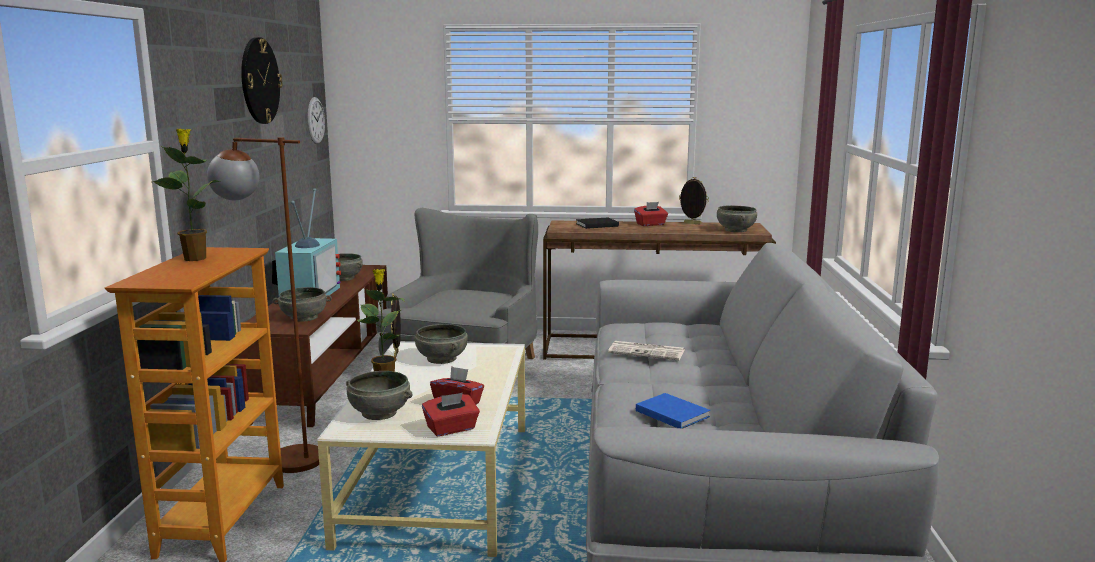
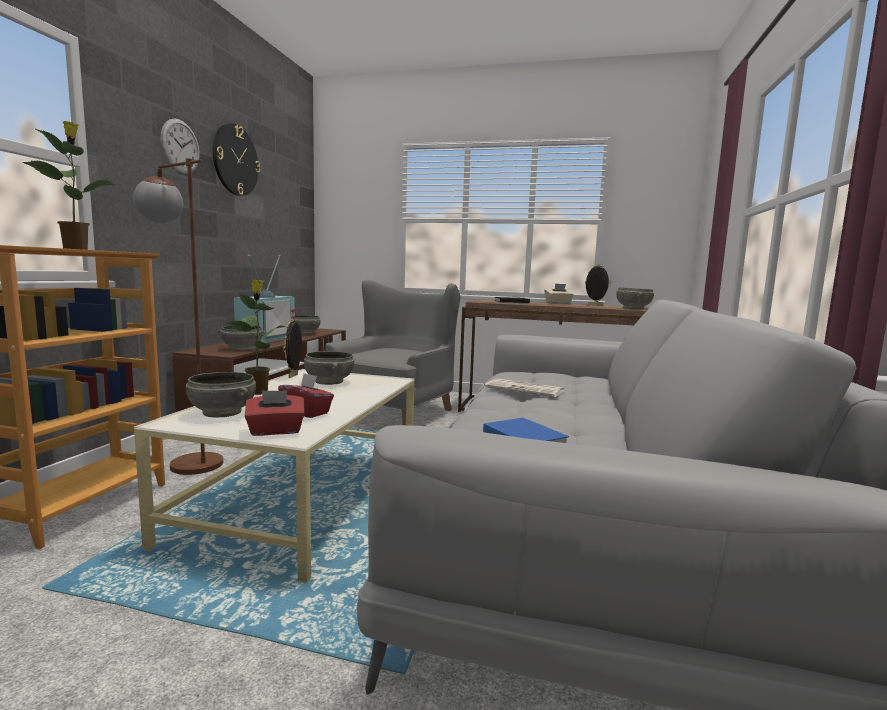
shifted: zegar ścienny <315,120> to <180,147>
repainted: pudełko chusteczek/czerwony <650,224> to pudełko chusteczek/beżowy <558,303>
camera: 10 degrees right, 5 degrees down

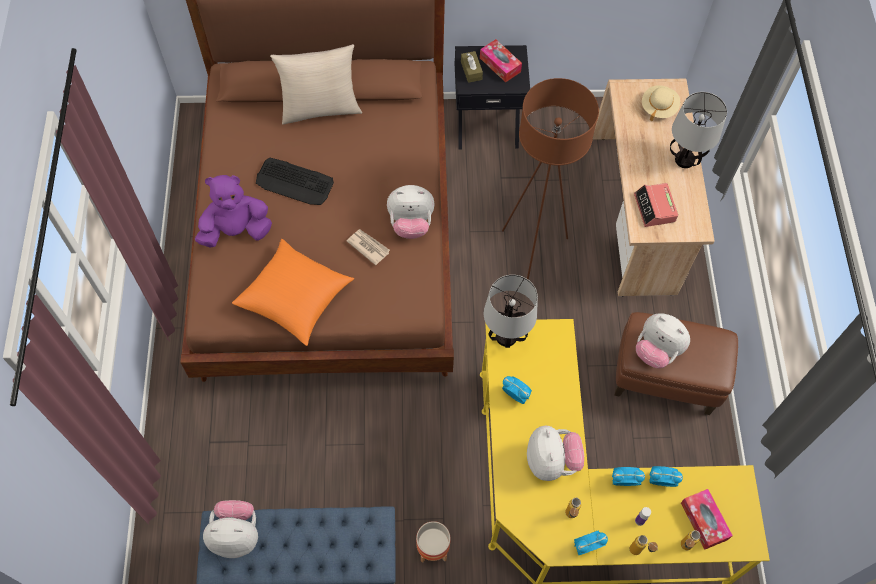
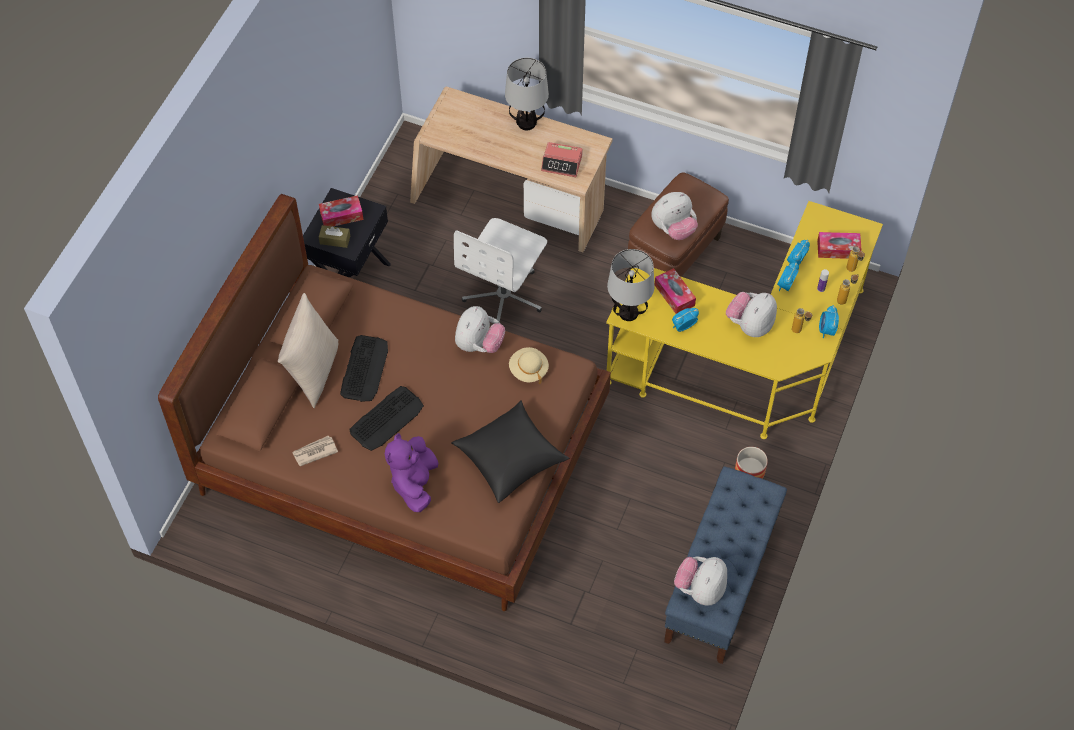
new: klawiatura <364,369>; pudełko chusteczek <674,295>
shifted: gazeta <368,247> to <314,452>; kapelusz/beżowy <658,107> to <528,370>
swapped: lampa stojąca/brązowy <533,250> to krzesło biurowe/biały <504,296>
repainted: poduszka/pomarańczowy <295,298> to poduszka/czarny <510,458>
rotated: pluszak <551,461> = <750,325> 75 degrees counterclockwise
camera: 65 degrees left, 5 degrees down

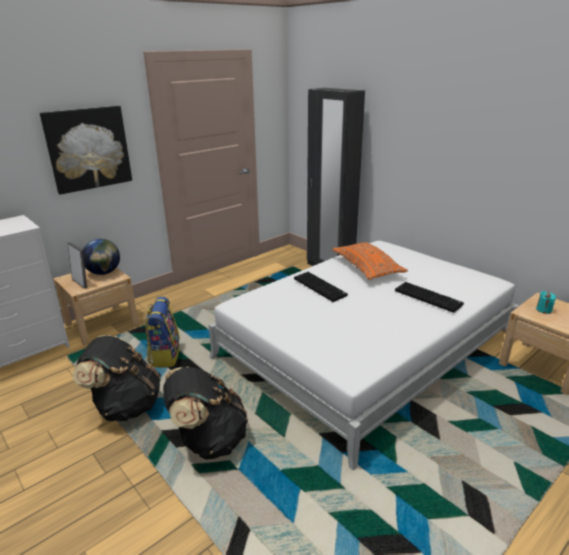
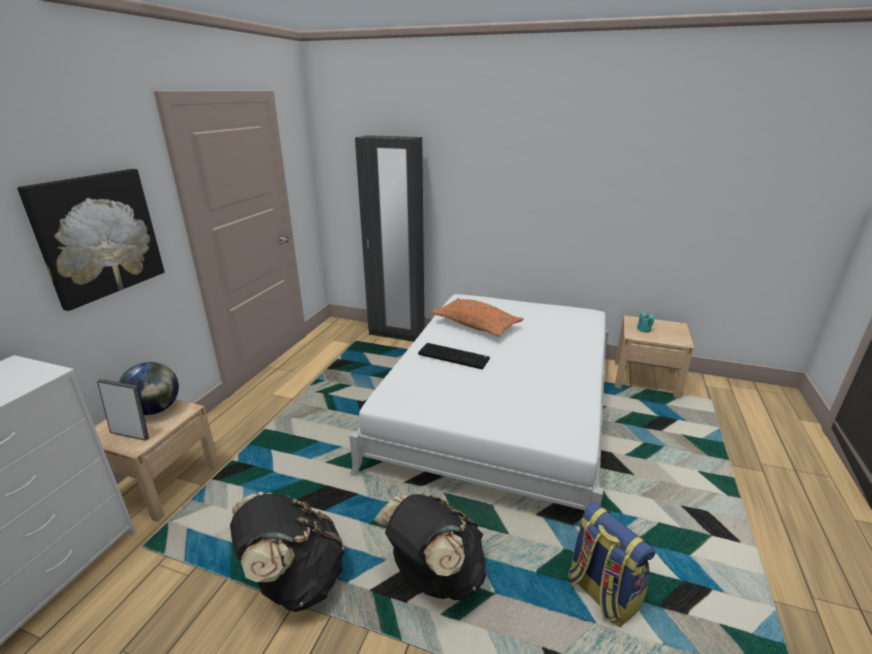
gone: klawiatura <429,297>
shifted: plecak <164,356> to <601,593>
camera: 30 degrees left, 0 degrees up

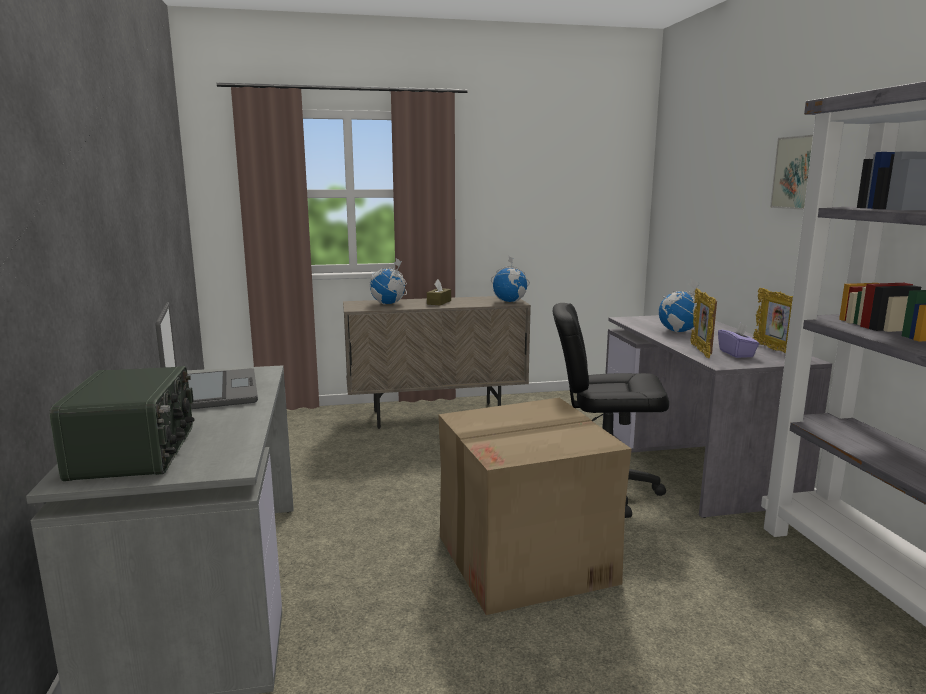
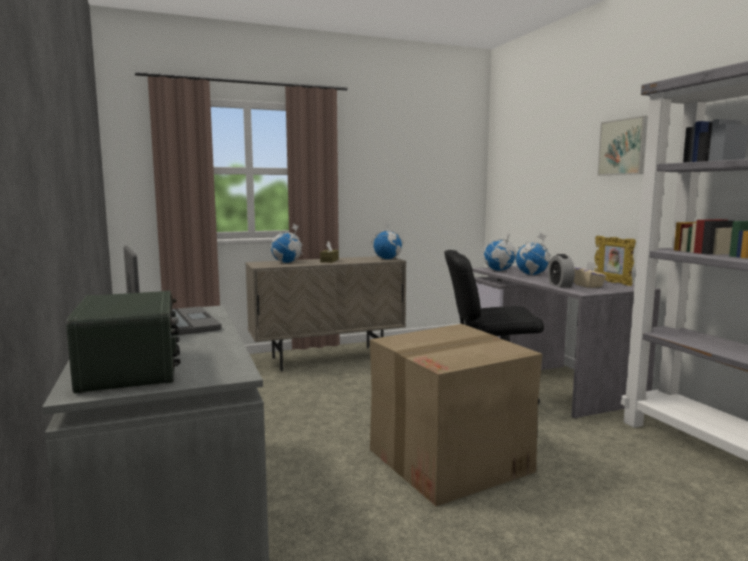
new: globus <499,270>
swapped: ramka na zdjęcie <701,351> to budzik <560,285>
repainted: pudełko chusteczek/fioletowy <736,354> to pudełko chusteczek/beżowy <587,286>
camera: 10 degrees left, 5 degrees down

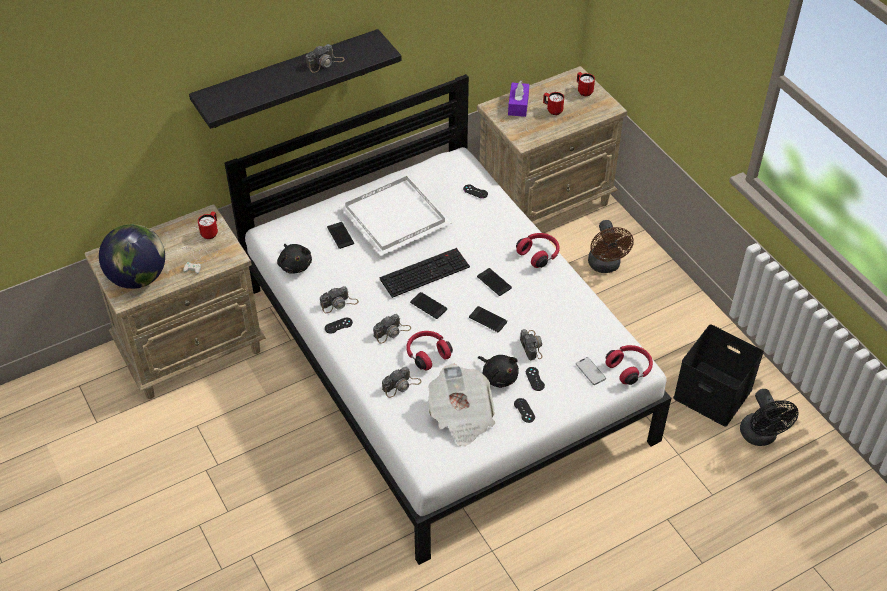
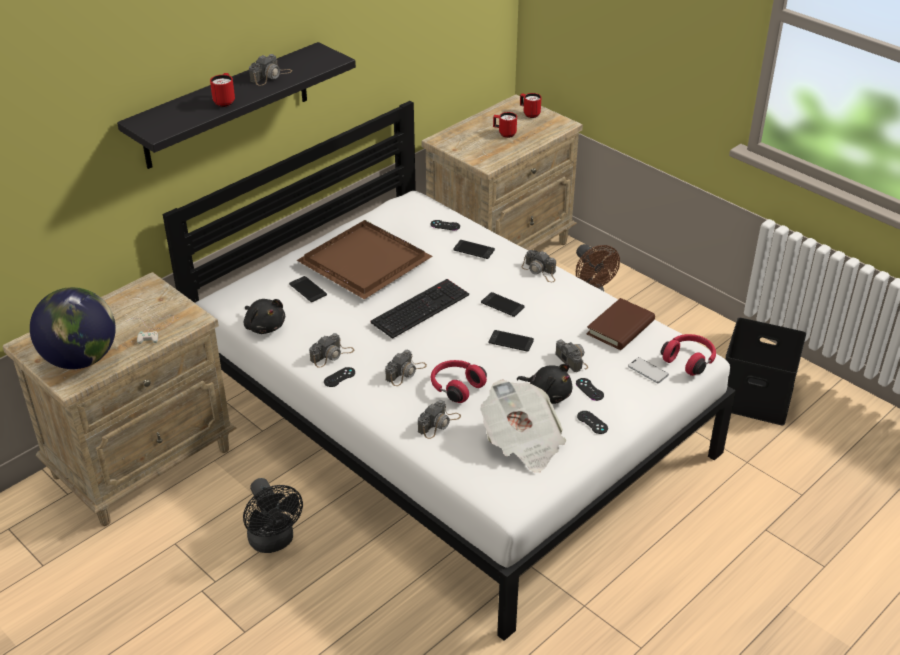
gone: pudełko chusteczek/fioletowy <518,105>
new: książka/brązowy <620,327>
shifted: kubek/czerwony <210,232> to <225,101>; telefon <428,306> to <474,250>; wentylator/czarny <760,437> to <274,542>
swapped: słuchawki/czerwony <539,254> to aparat fotograficzny <540,271>
repainted: taca/biały <392,217> to taca/brązowy <362,262>
camera: 15 degrees left, 10 degrees down

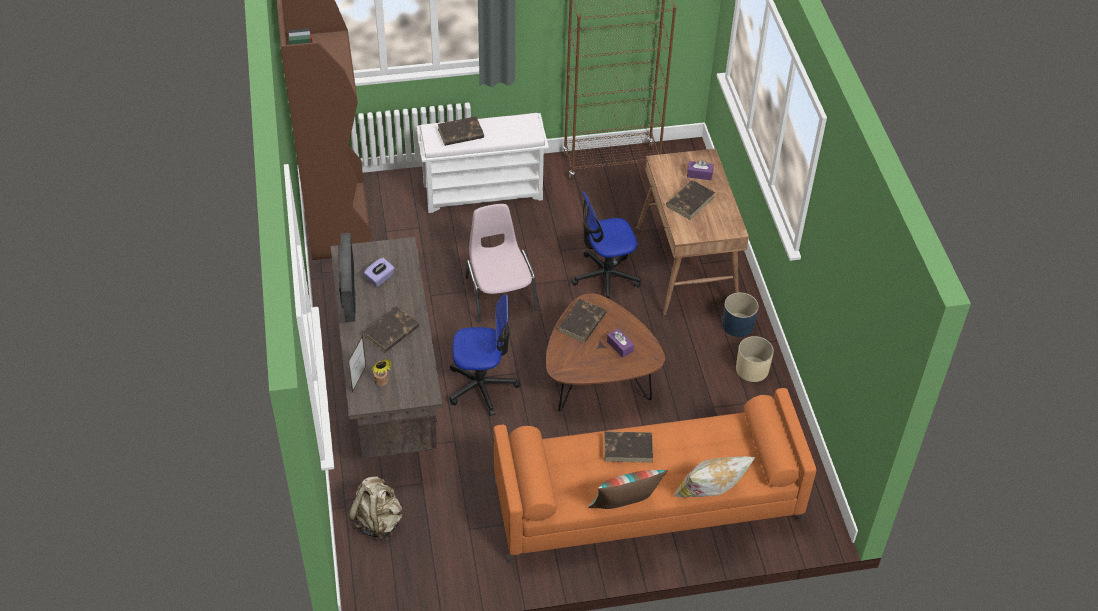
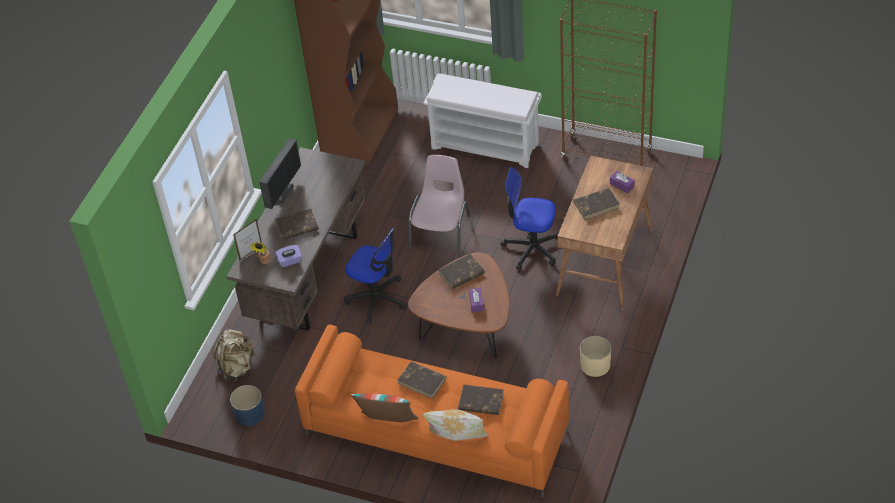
shifted: pudełko chusteczek/fioletowy <380,278> to <290,261>; książka/brązowy <460,134> to <480,402>; donica/niebieski <738,324> to <250,414>
camera: 35 degrees right, 0 degrees up

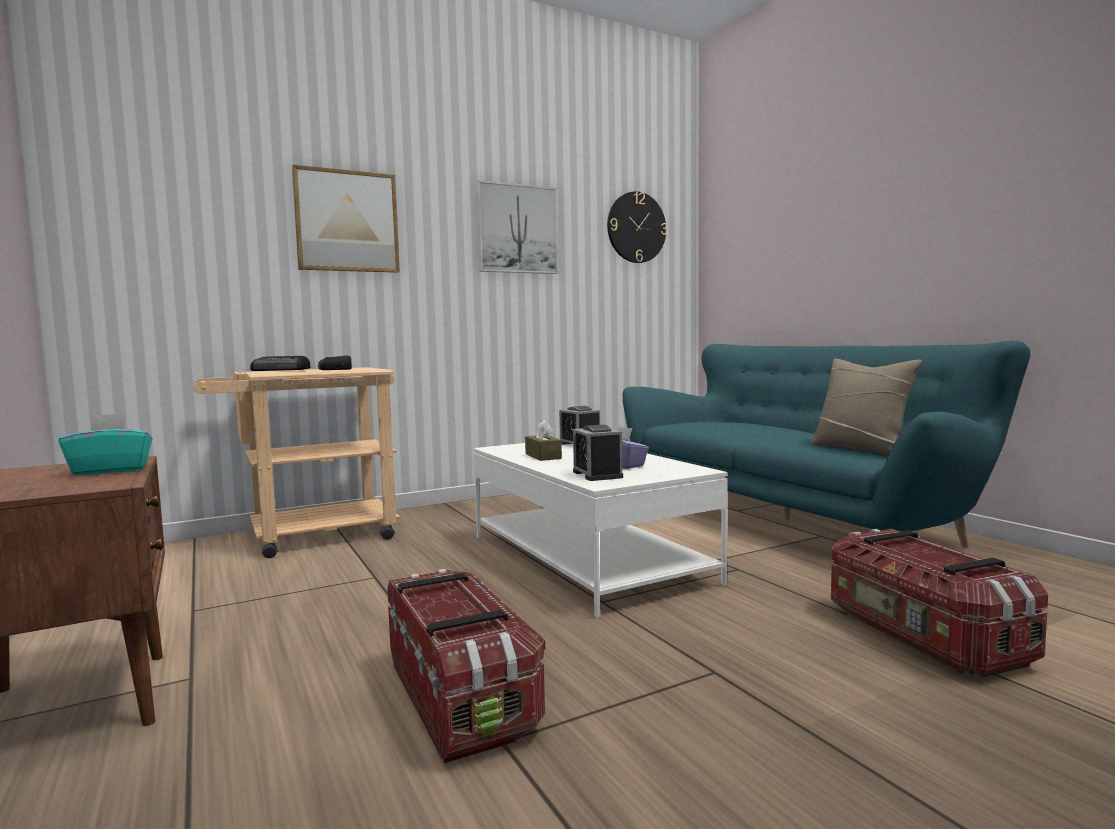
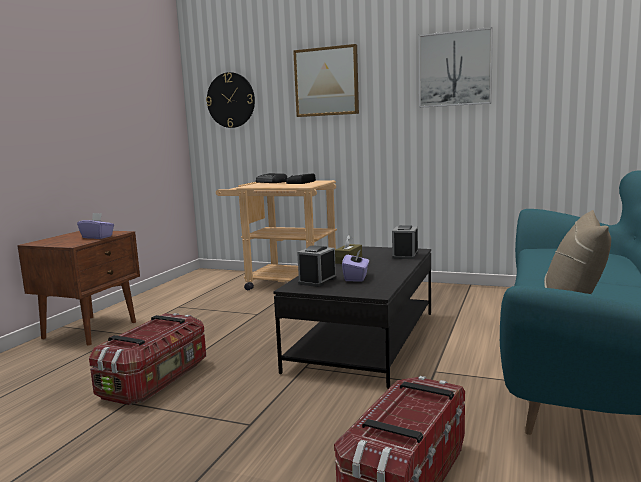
shifted: zegar ścienny <636,227> to <231,100>
repainted: pudełko chusteczek/turkusowy <111,470> to pudełko chusteczek/fioletowy <97,237>; ława/biały <587,559> to ława/czarny <364,340>
camera: 50 degrees right, 5 degrees up

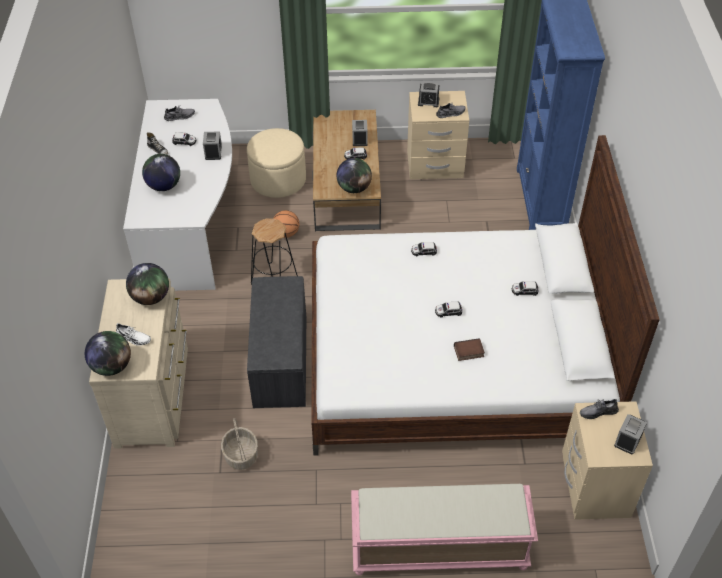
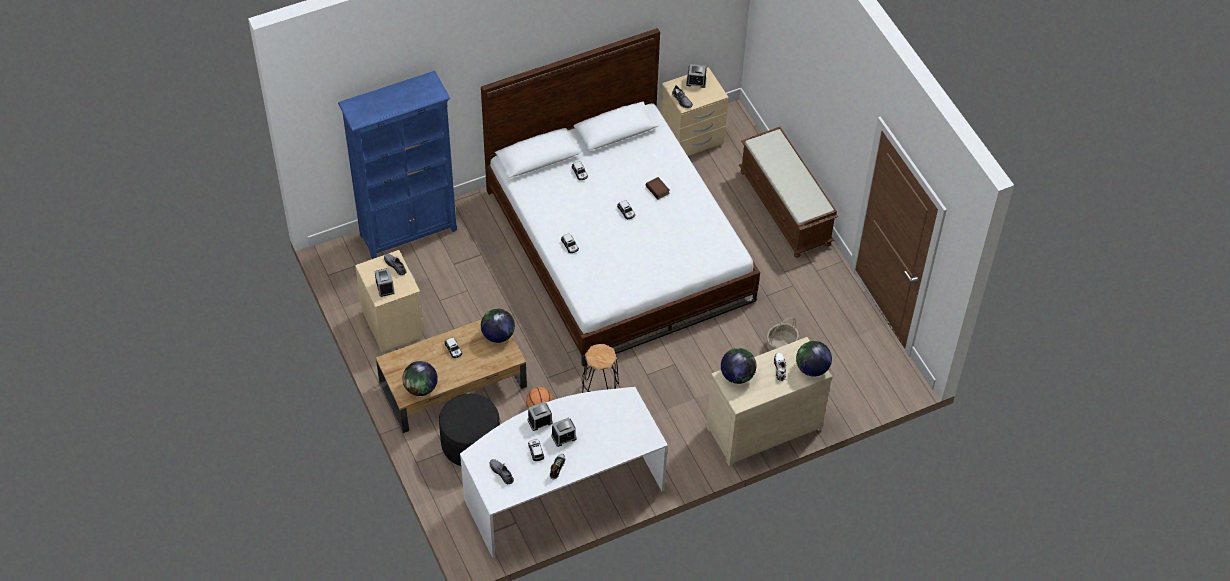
gone: ławka/szary <281,361>
shifted: globus <164,186> to <421,388>; budzik <359,139> to <563,437>
repainted: pufa/beżowy <278,180> to pufa/czarny <471,443>; ławka/różowy <438,548> to ławka/brązowy <786,208>
camera: 115 degrees left, 5 degrees up

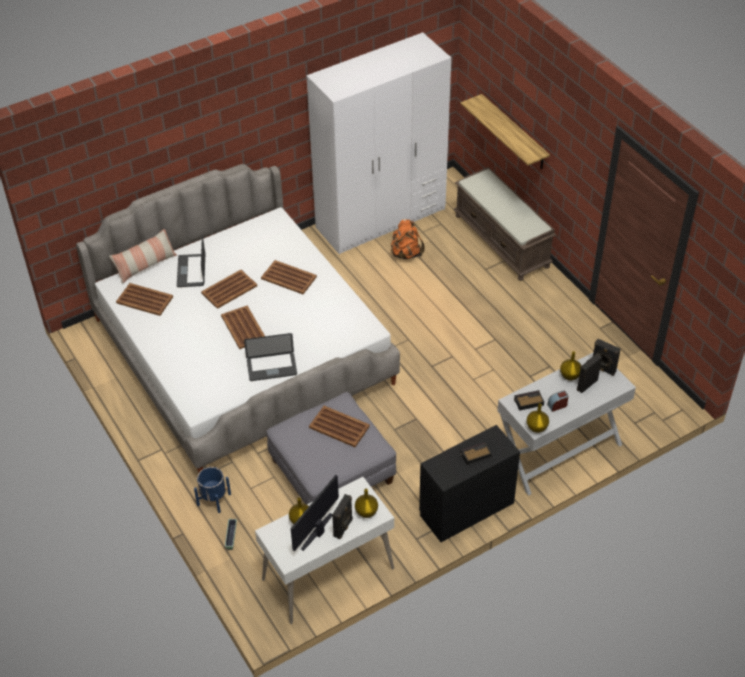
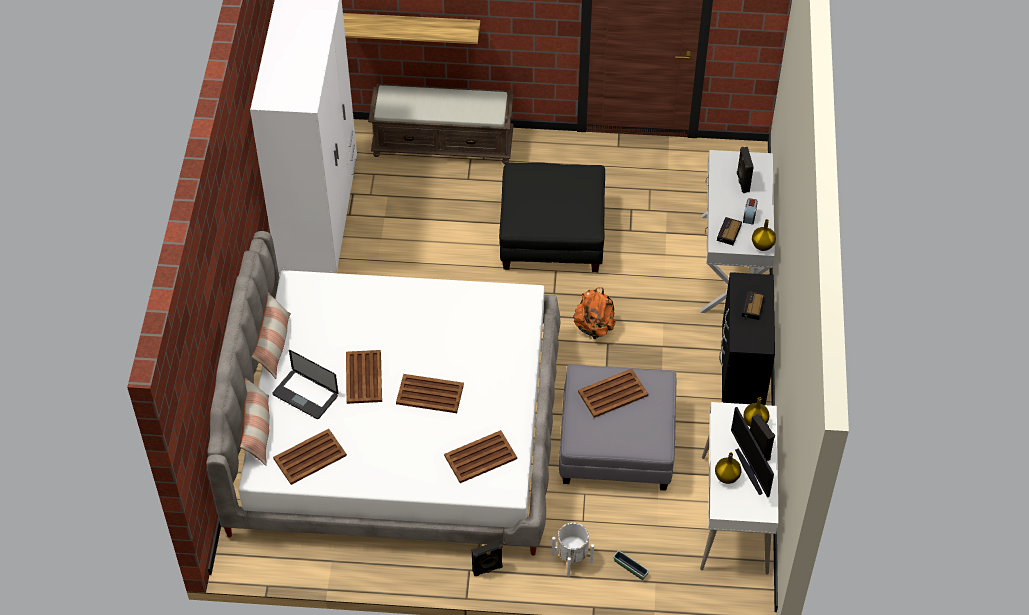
gone: laptop <271,367>; wazon/żółty <569,375>
new: poduszka <274,345>; pufa/czarny <552,234>
shifted: taca/brązowy <289,278> to <481,457>; plecak/pomarańczowy <406,253> to <594,327>; głośnik/czarny <603,369> to <487,569>
repainted: donica/niebieski <214,499> to donica/biały <572,558>
camera: 55 degrees left, 5 degrees up

